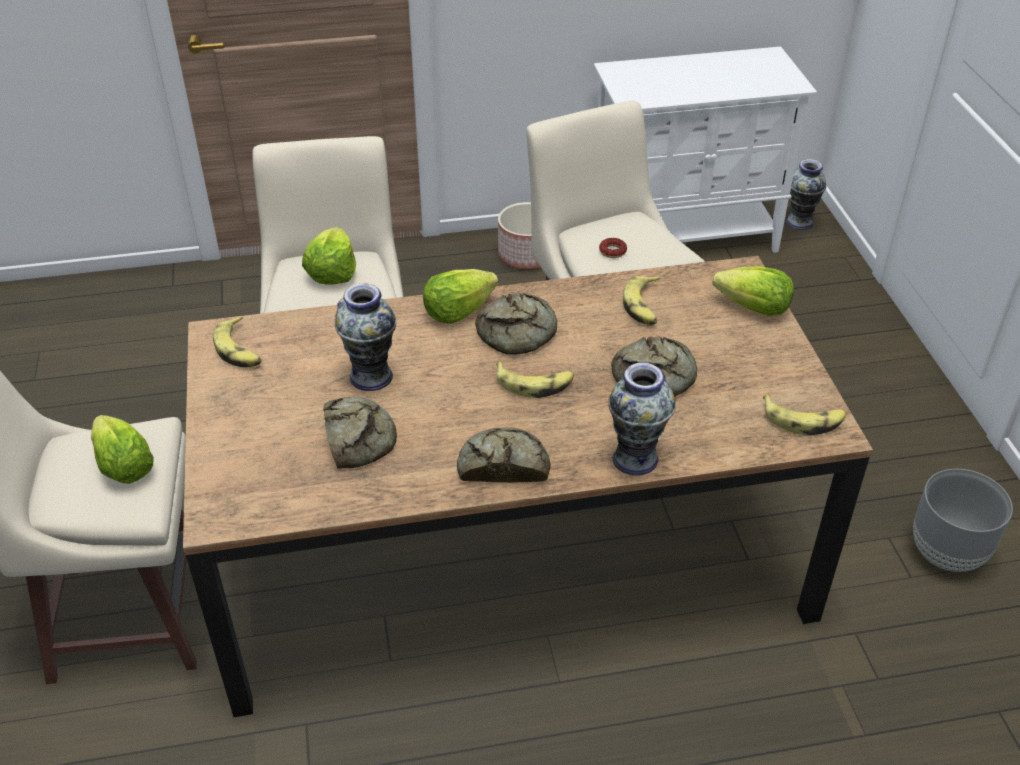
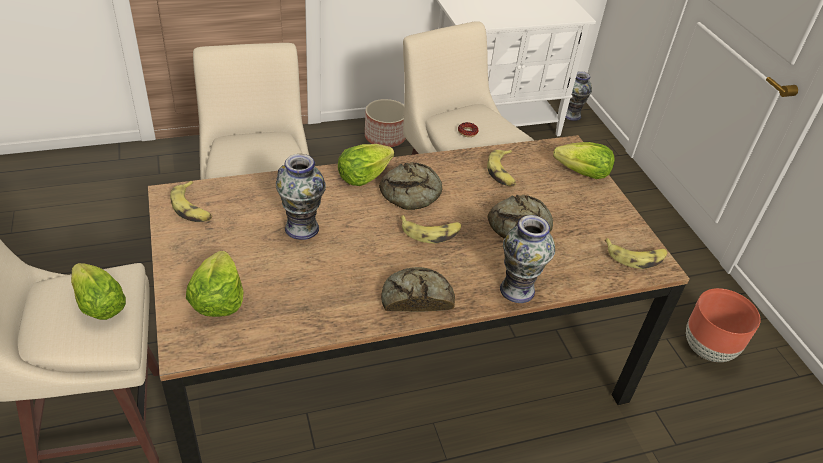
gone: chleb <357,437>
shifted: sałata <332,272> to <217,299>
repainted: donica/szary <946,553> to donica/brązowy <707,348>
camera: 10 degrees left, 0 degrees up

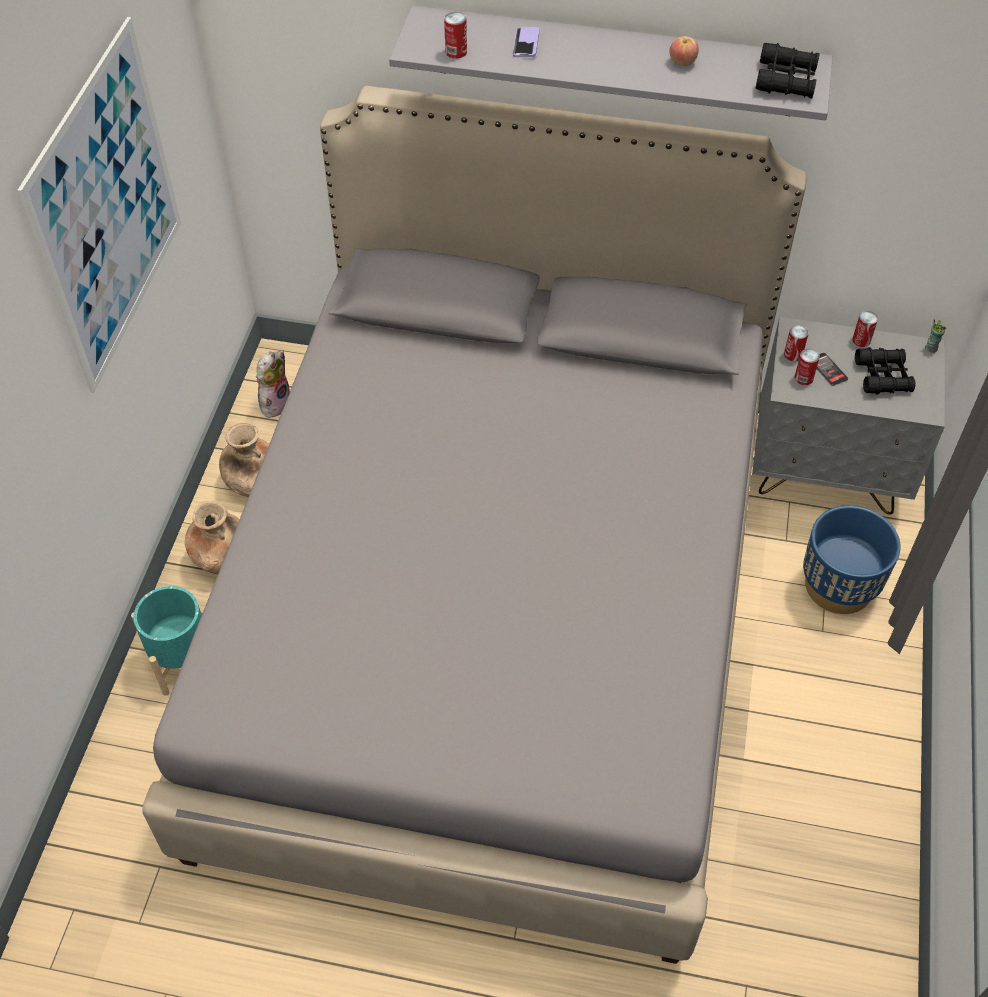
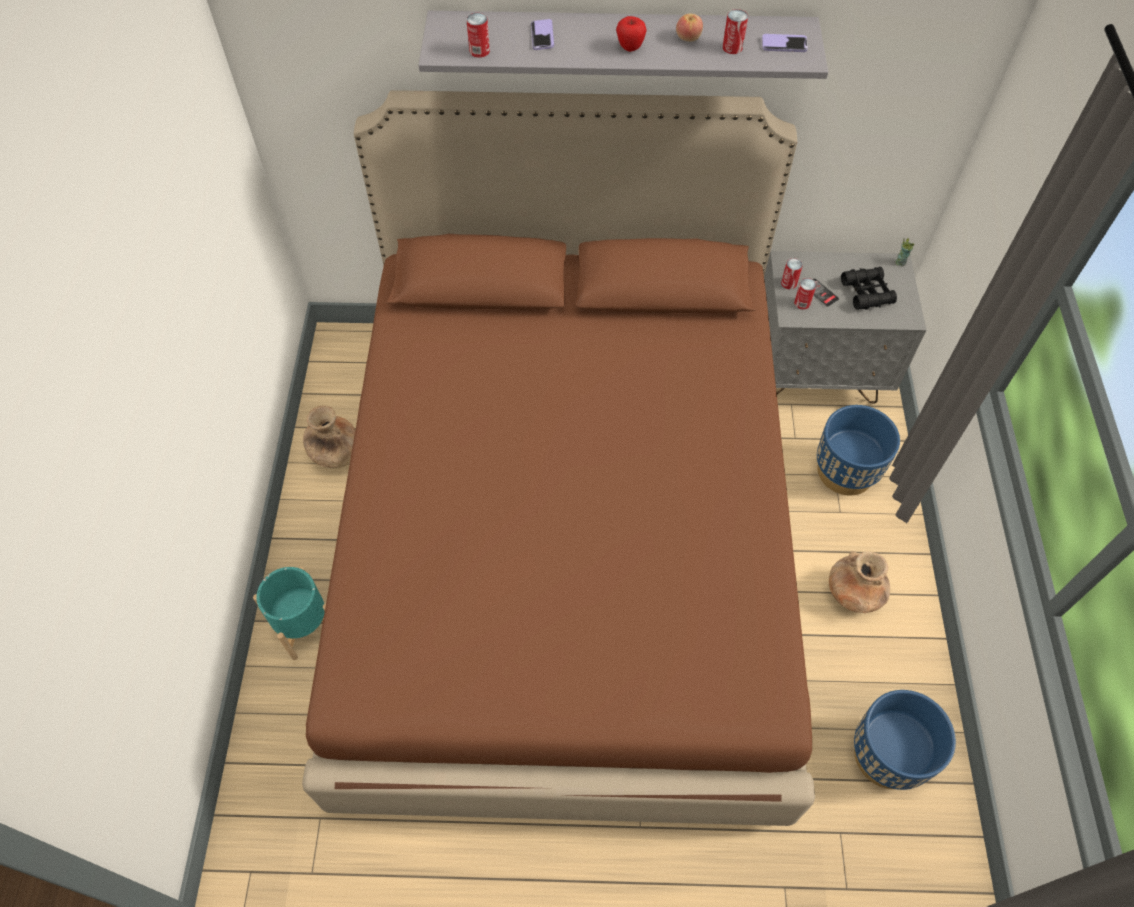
gone: obraz <108,208>; pluszak <275,403>
new: jabłko <630,47>; donica/niebieski <887,755>
shifted: wazon/brązowy <222,558> to <853,594>; puszka <861,340> to <732,47>
swapped: lornetka/czarny <786,80> to telefon <784,44>
repainted: łóżko/szary <493,617> to łóżko/brązowy <566,543>
camera: 10 degrees left, 5 degrees up

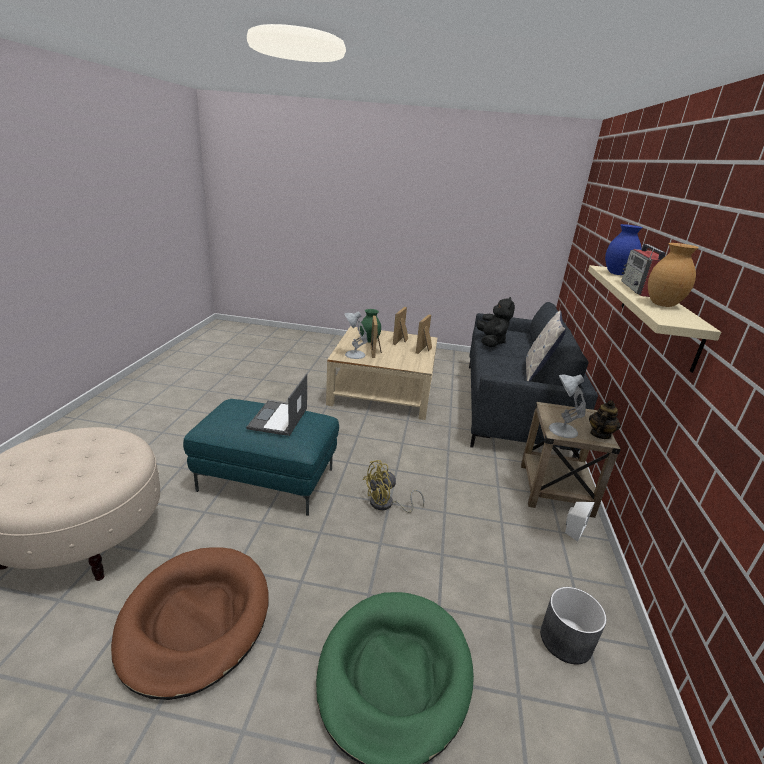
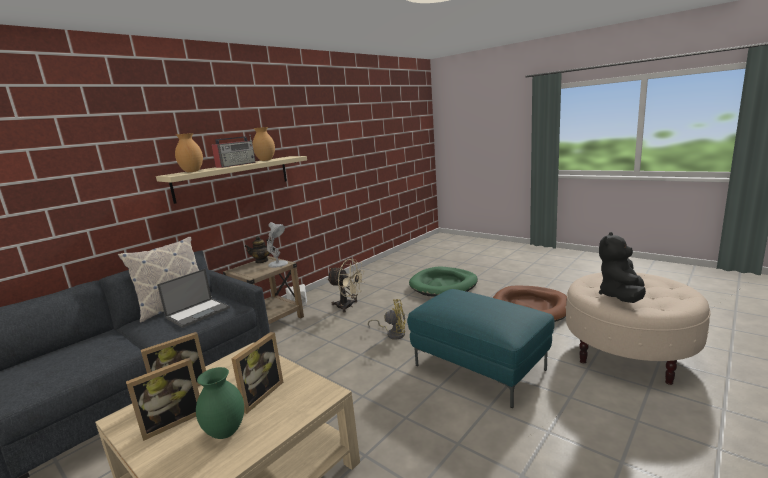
gone: lampa stołowa/biały <354,355>; donica/szary <565,640>
new: wentylator/beżowy <348,306>
shifted: laptop <278,419> to <198,312>; pluszak/czarny <491,342> to <621,297>
repainted: wazon/niebieski <617,274> to wazon/brązowy <192,171>
camera: 145 degrees left, 10 degrees down

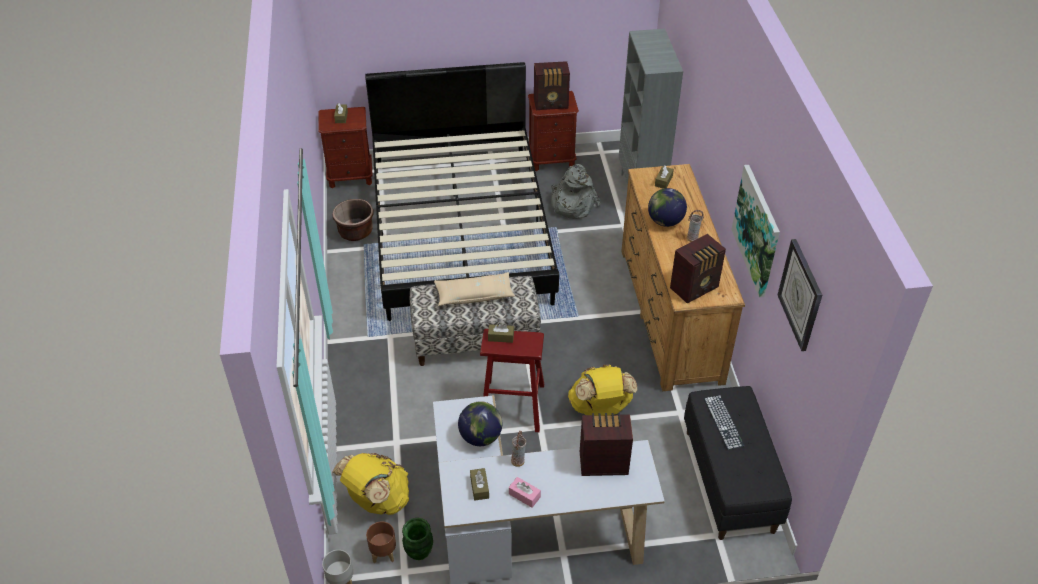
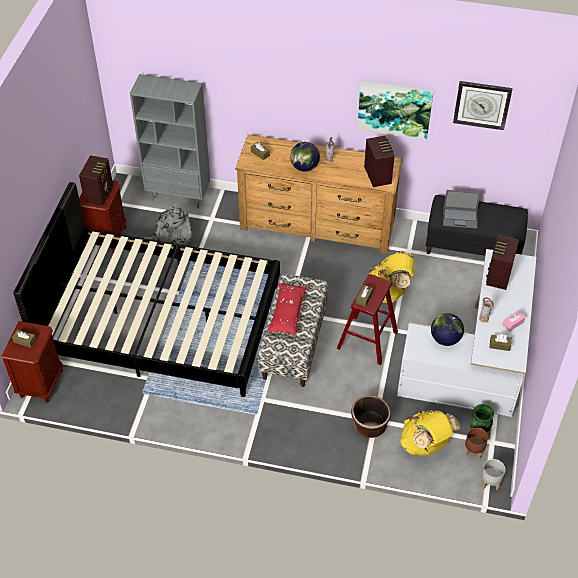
shifted: donica/brązowy <355,232> to <369,425>
swapped: klawiatura <723,422> to laptop <460,218>
repainted: poduszka/beżowy <474,295> to poduszka/czerwony <287,313>
camera: 70 degrees left, 5 degrees up

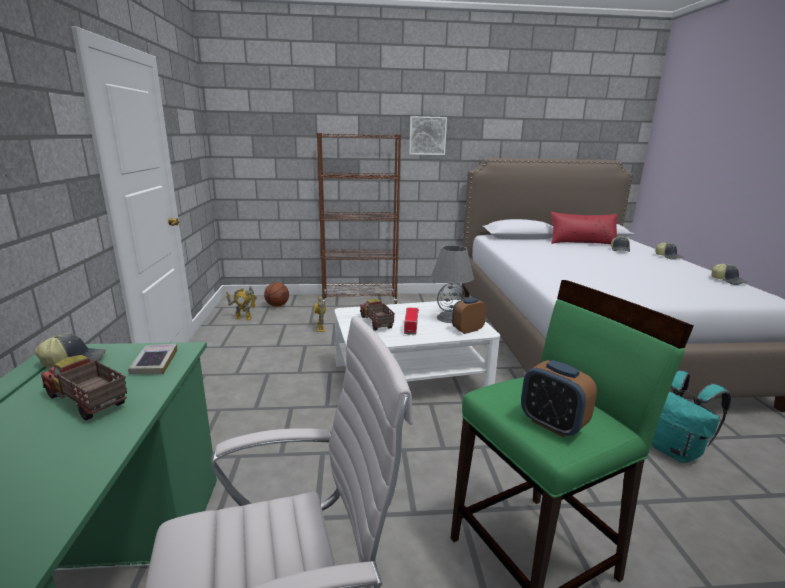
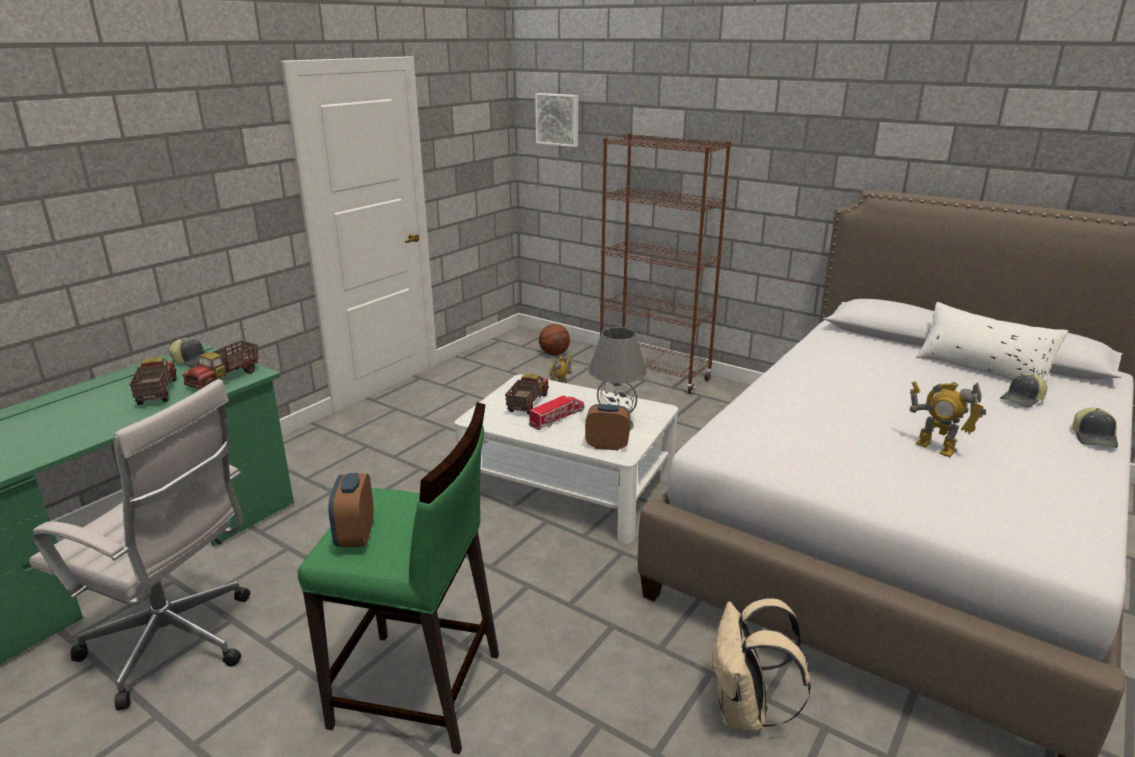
gone: czapka z daszkiem <728,281>
shifted: robot zabawkowy <243,318> to <935,447>; obraz <427,135> to <558,119>
swapped: książka <154,363> to ciężarówka zabawkowa <225,378>
repainted: poduszka/czerwony <582,242> to poduszka/biały <982,369>; plecak/turkusowy <675,451> to plecak/beżowy <745,712>
camera: 40 degrees right, 5 degrees up

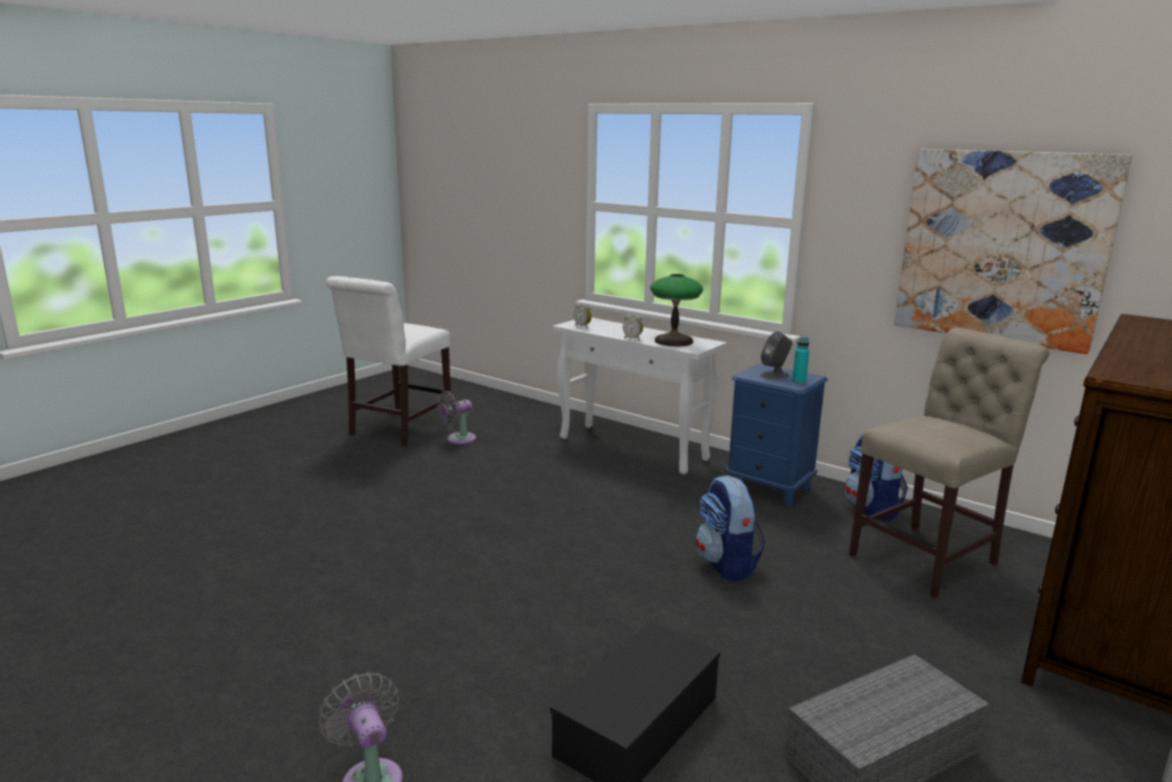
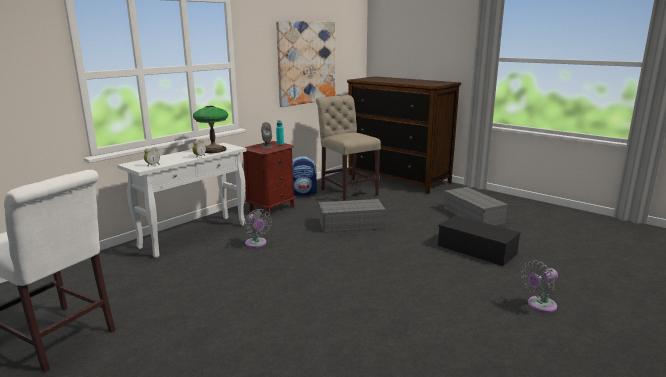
shifted: wentylator/szary <458,439> to <256,244>
swapped: plecak <727,565> to pojemnik do przechowywania/szary <352,224>
repainted: szafka nocna/niebieski <768,488> to szafka nocna/brązowy <272,208>
camera: 85 degrees left, 0 degrees up

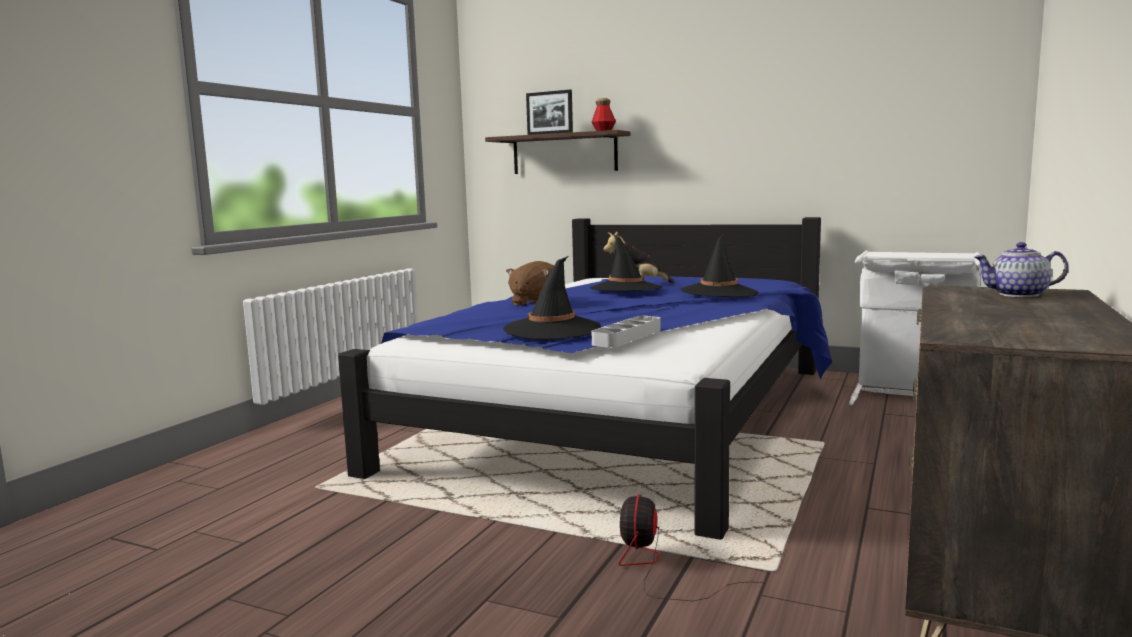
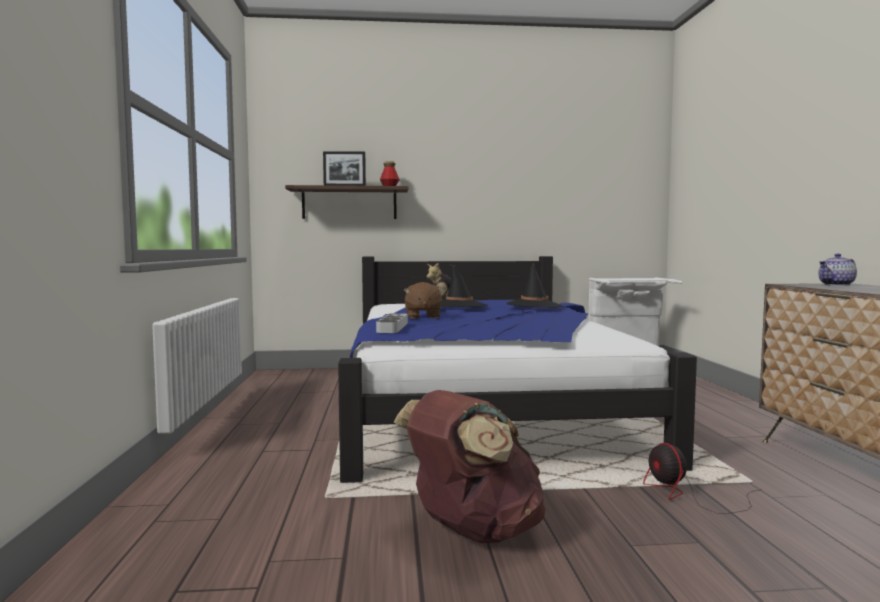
gone: kapelusz/czarny <552,329>
new: plecak/brązowy <472,531>
shifted: taca/szary <627,337> to <392,327>
camera: 30 degrees left, 5 degrees down

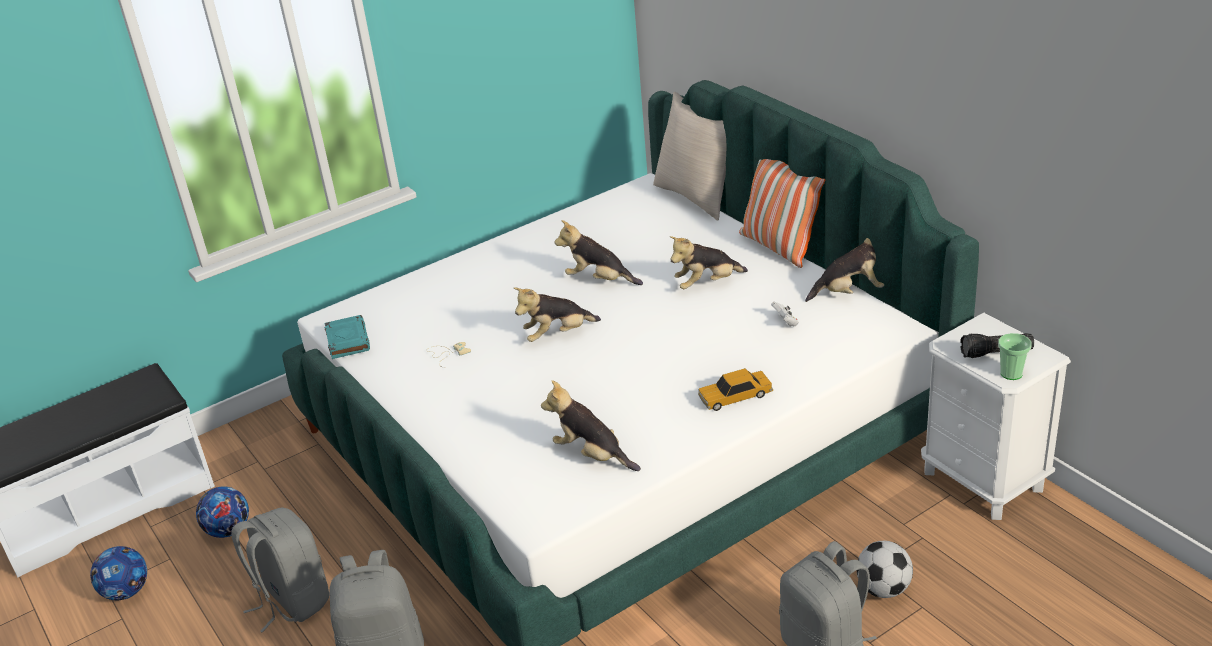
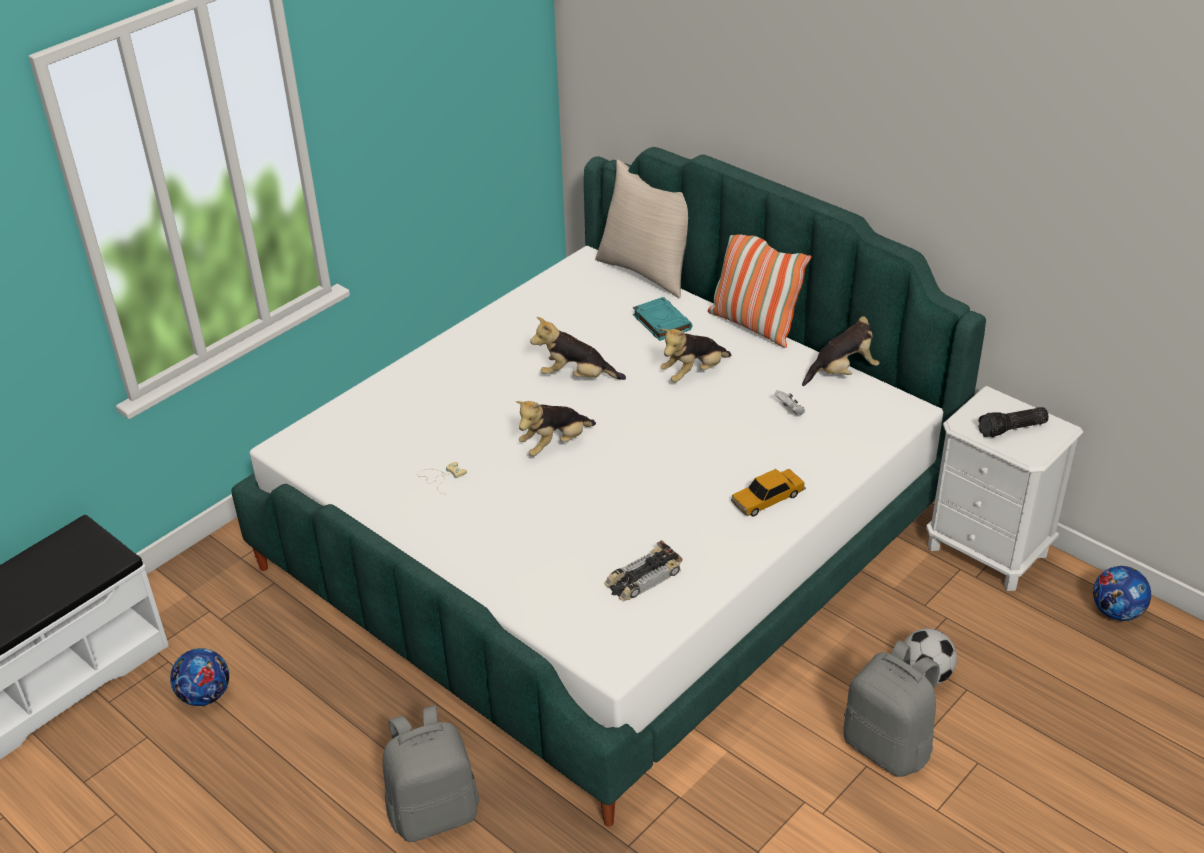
gone: plecak/szary <292,600>; filiżanka <1011,373>
shifted: piłka futbolowa <126,592> to <1116,612>; książka/turkusowy <347,340> to <661,322>
swapped: pluszak <592,455> to samochodzik <642,578>
camera: 15 degrees left, 5 degrees up

